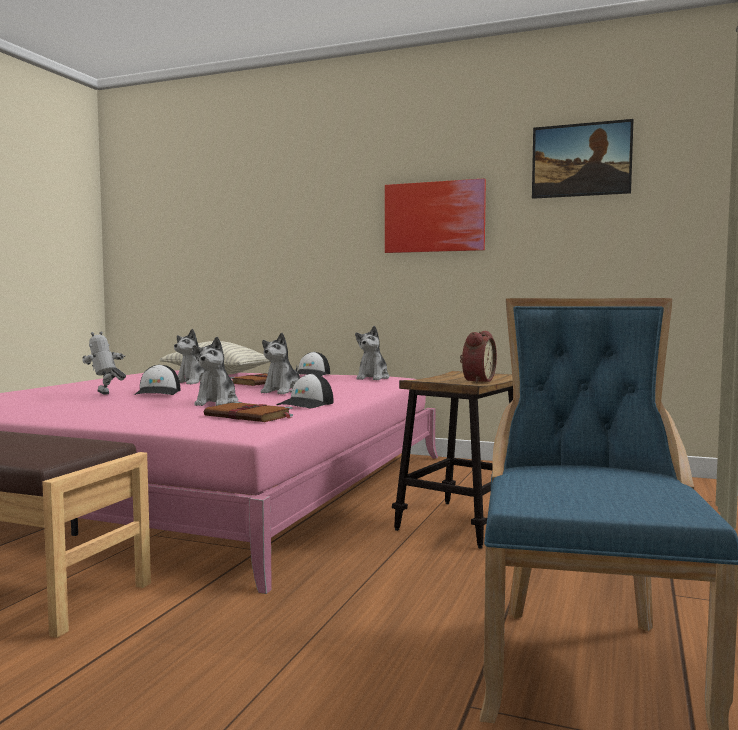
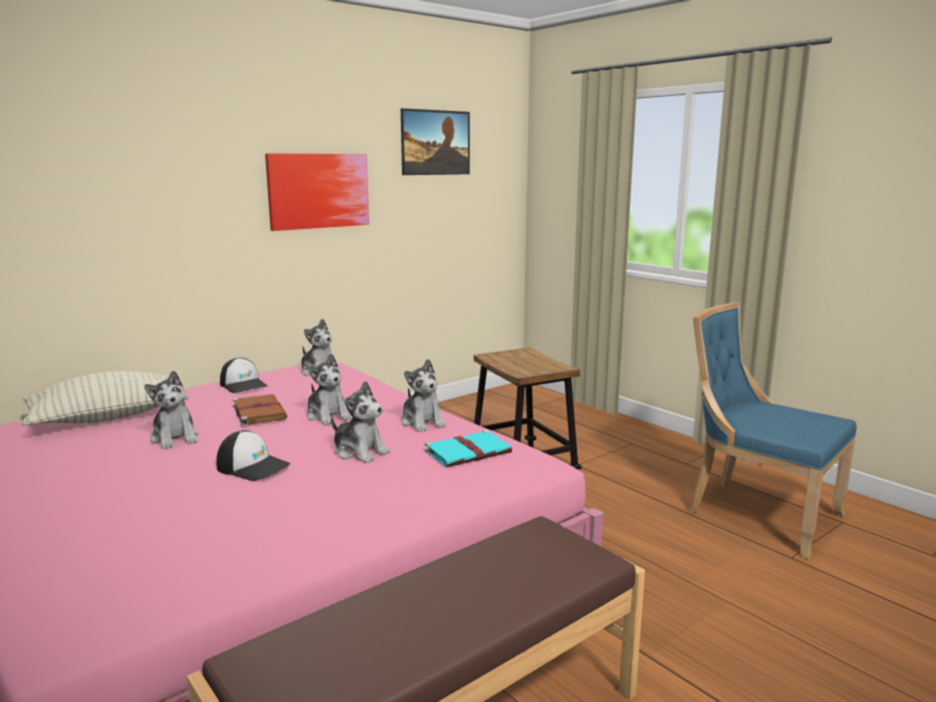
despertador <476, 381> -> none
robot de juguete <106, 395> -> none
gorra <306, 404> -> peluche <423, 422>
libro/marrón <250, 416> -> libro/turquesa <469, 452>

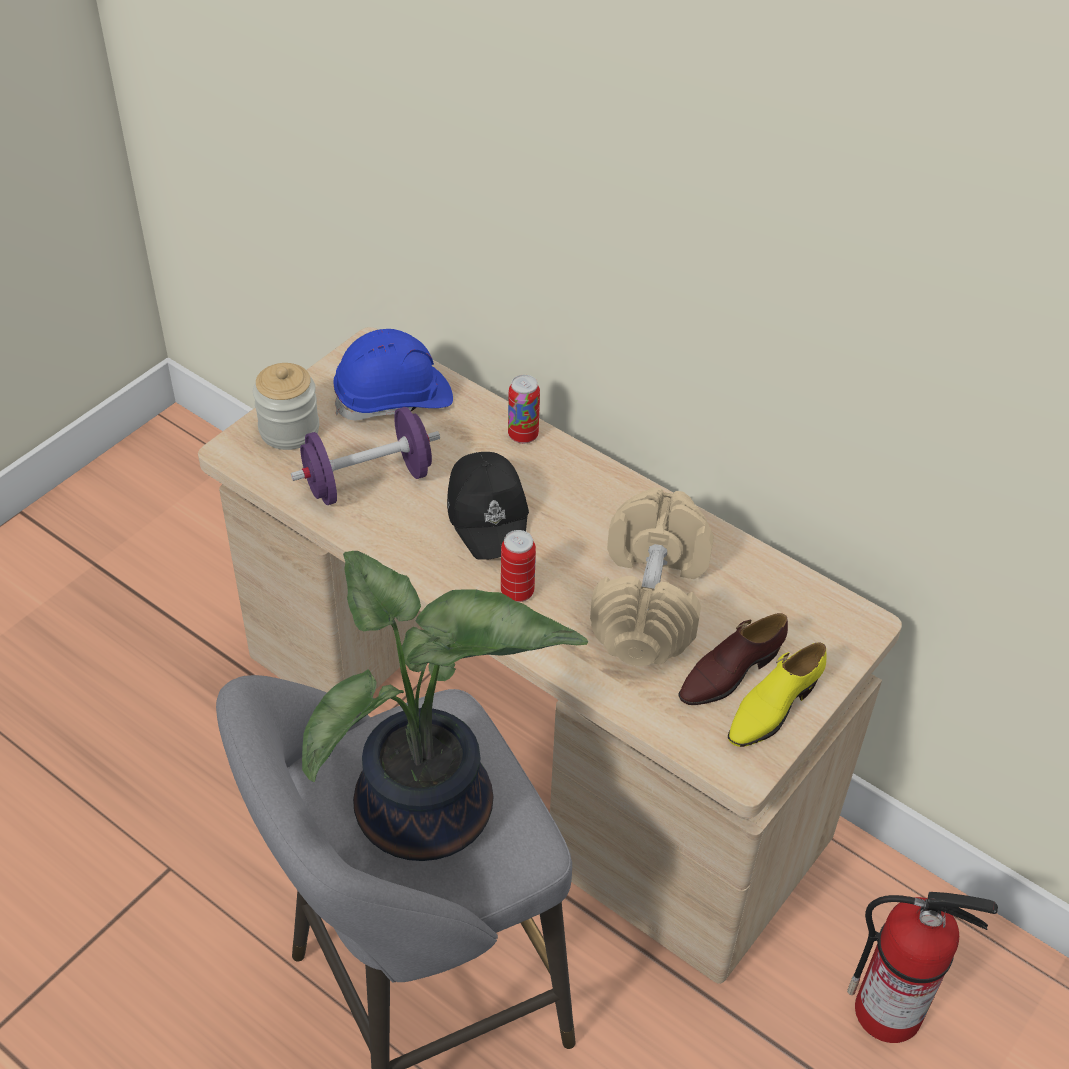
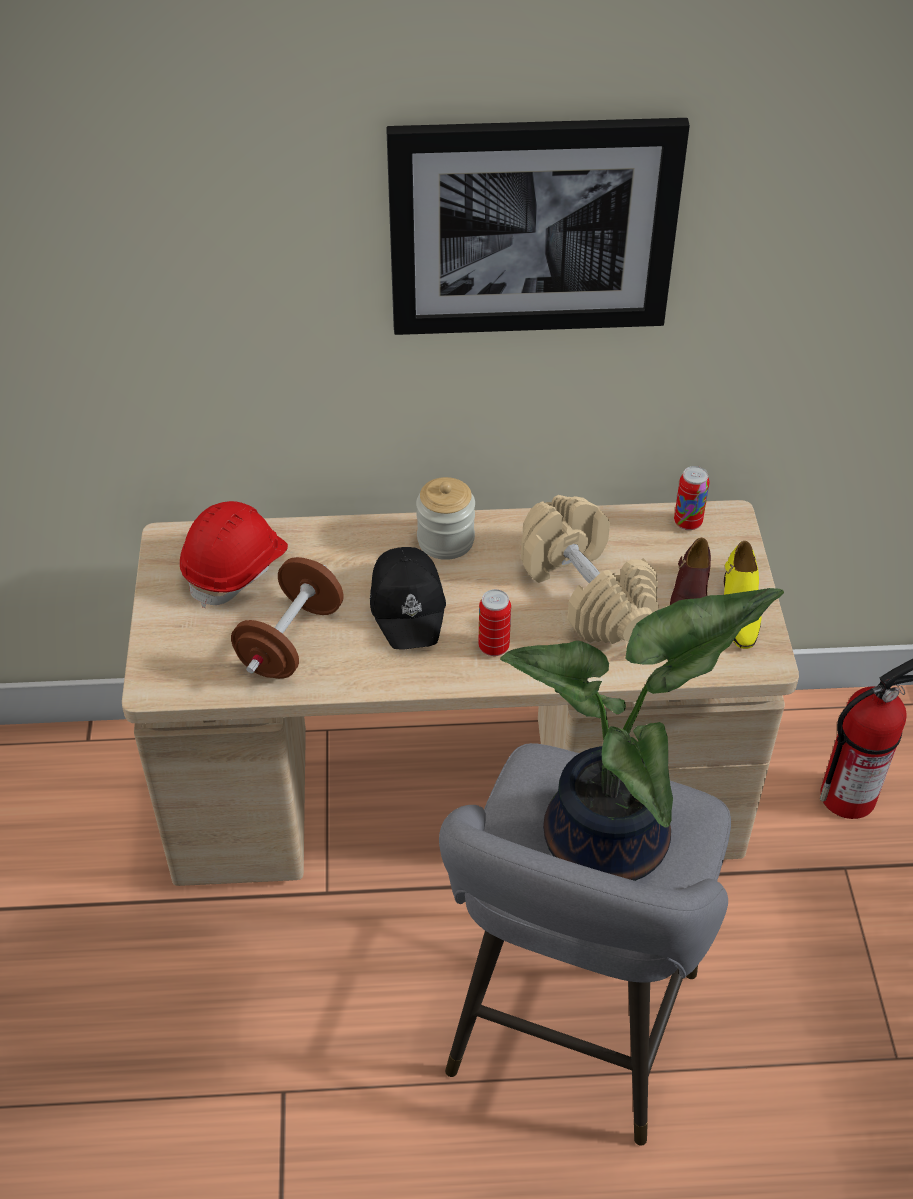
casco/azul <394, 400> -> casco/rojo <236, 568>
tarro <289, 430> -> tarro <445, 540>, move
lata <523, 435> -> lata <687, 522>, move
mancuerna/morado <368, 481> -> mancuerna/marrón <291, 641>
gorra/negro <489, 514> -> gorra/negro <409, 606>, 45 degrees clockwise
none -> cuadro <532, 227>

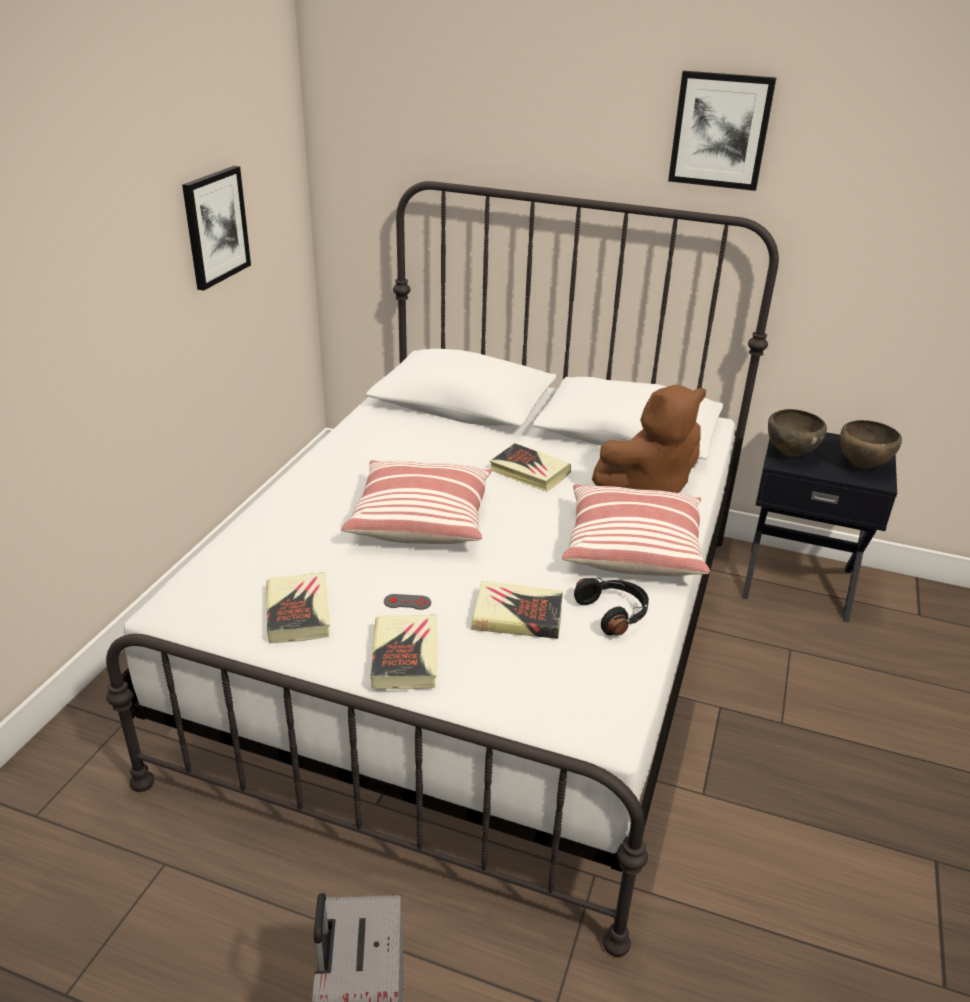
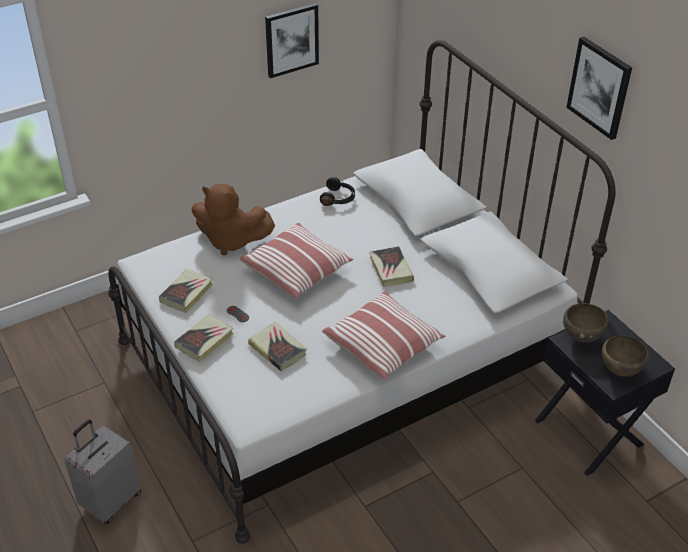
peluche/marrón <648, 487> -> peluche/marrón <231, 240>, move
auriculares/negro <614, 613> -> auriculares/negro <338, 198>, move

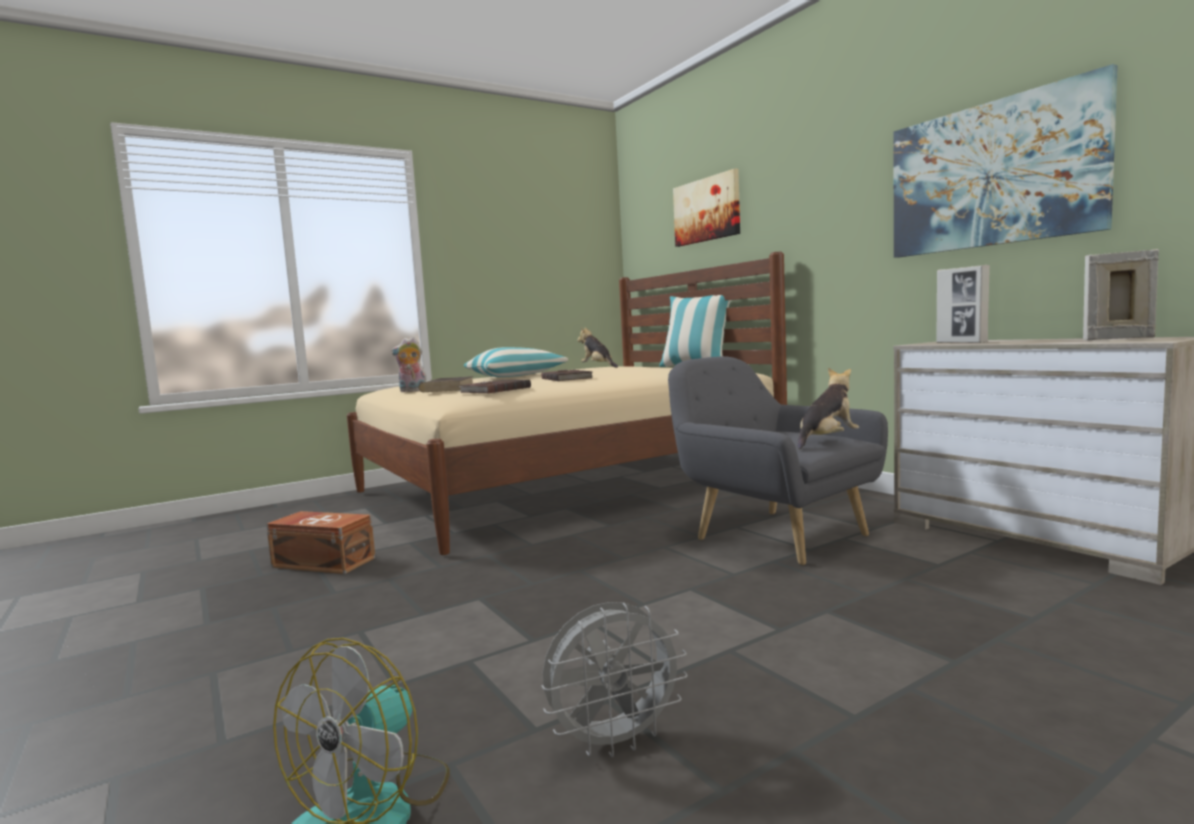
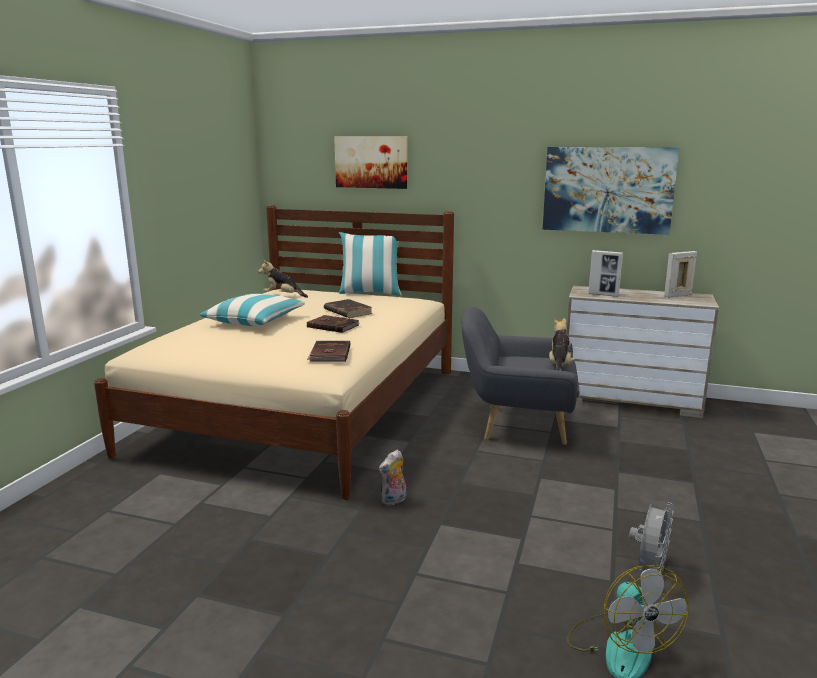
peluche <412, 391> -> peluche <394, 501>, move
libro/marrón <447, 388> -> libro/marrón <347, 311>, move
caja de almacenaje/marrón <323, 562> -> none

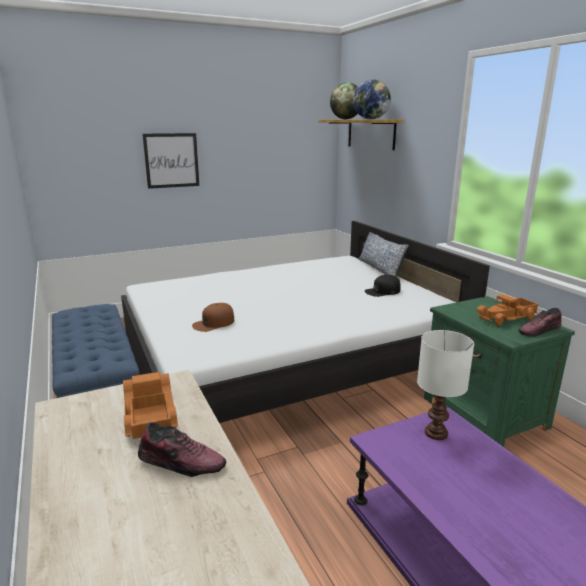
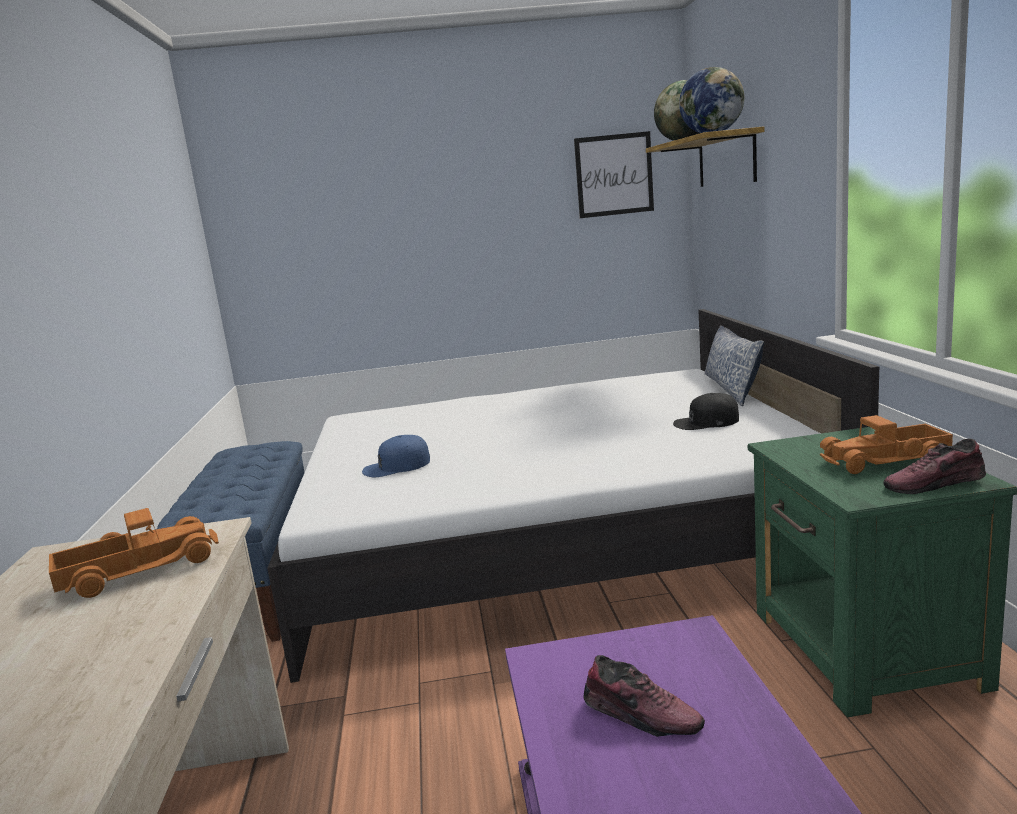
cuadro <171, 160> -> cuadro <614, 175>, move
gorra/marrón <214, 323> -> gorra/azul <396, 466>
lámpara de mesa/blanco <435, 432> -> none
camión de juguete <148, 414> -> camión de juguete <139, 569>, 60 degrees clockwise
zapato <181, 463> -> zapato <641, 715>, move

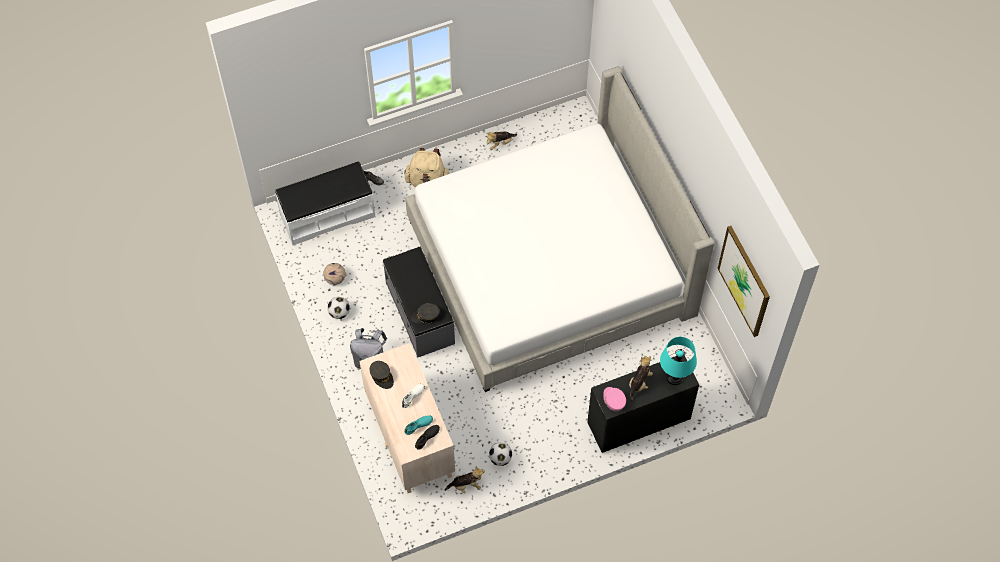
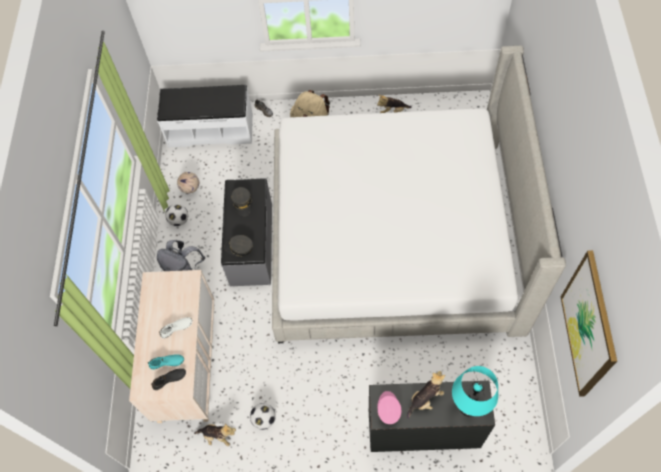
gorra/gris <382, 376> -> gorra/gris <242, 203>, move

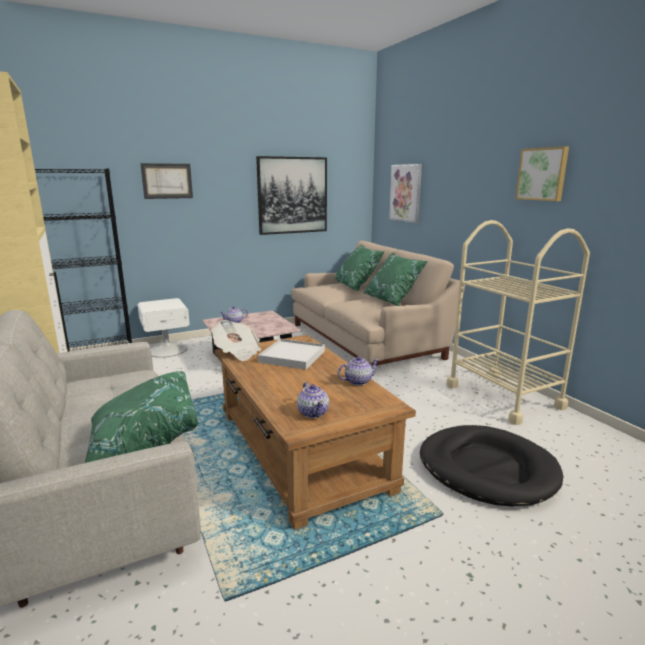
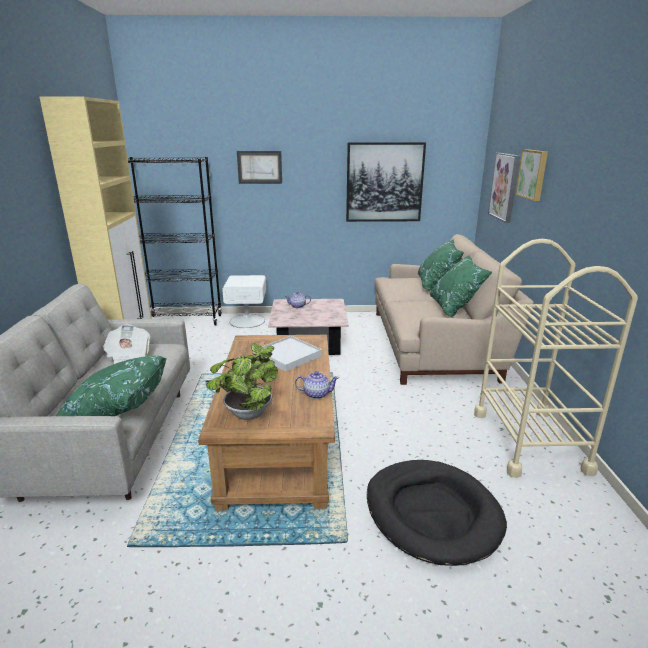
cuadro <542, 174> -> cuadro <533, 174>, move
periódico <237, 352> -> periódico <128, 357>, move
tetera <313, 412> -> planta en maceta <246, 415>

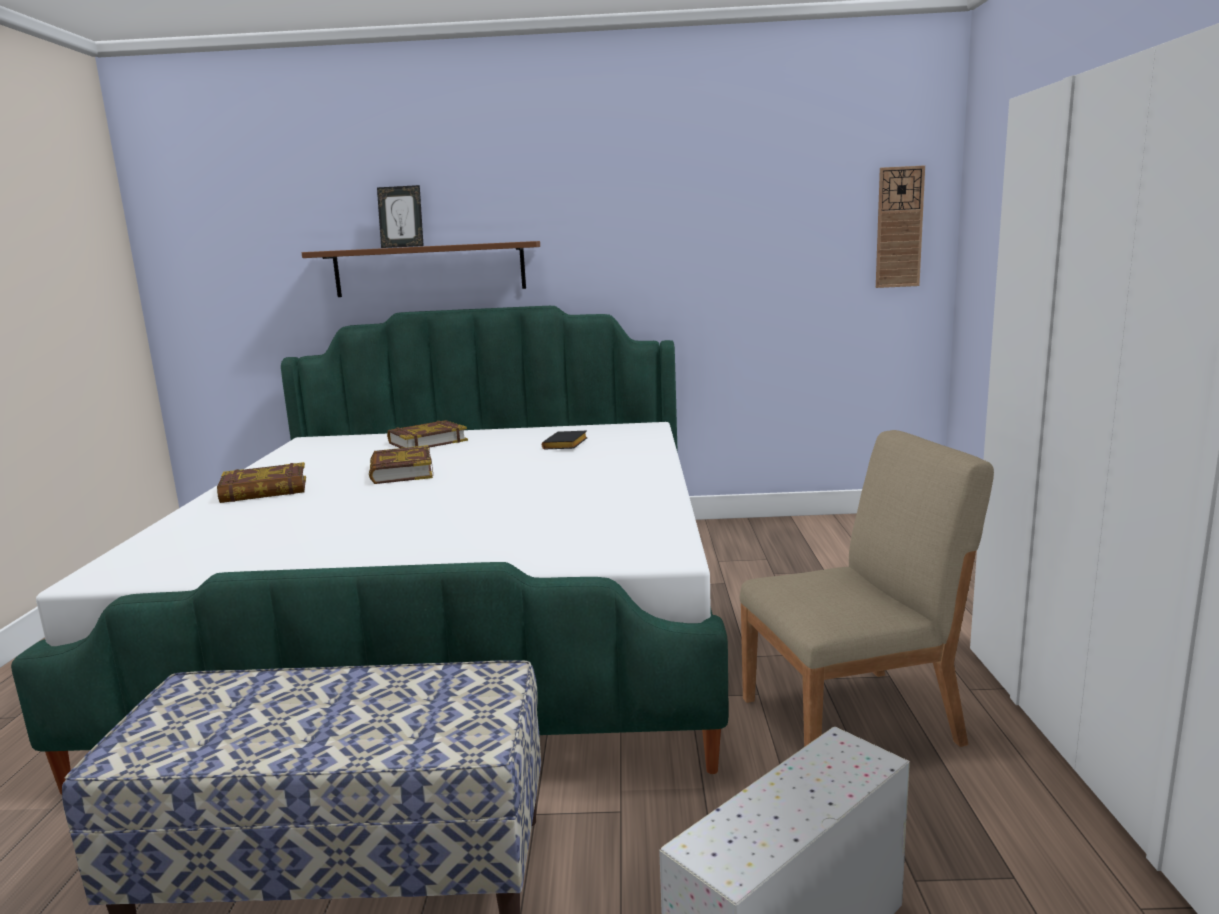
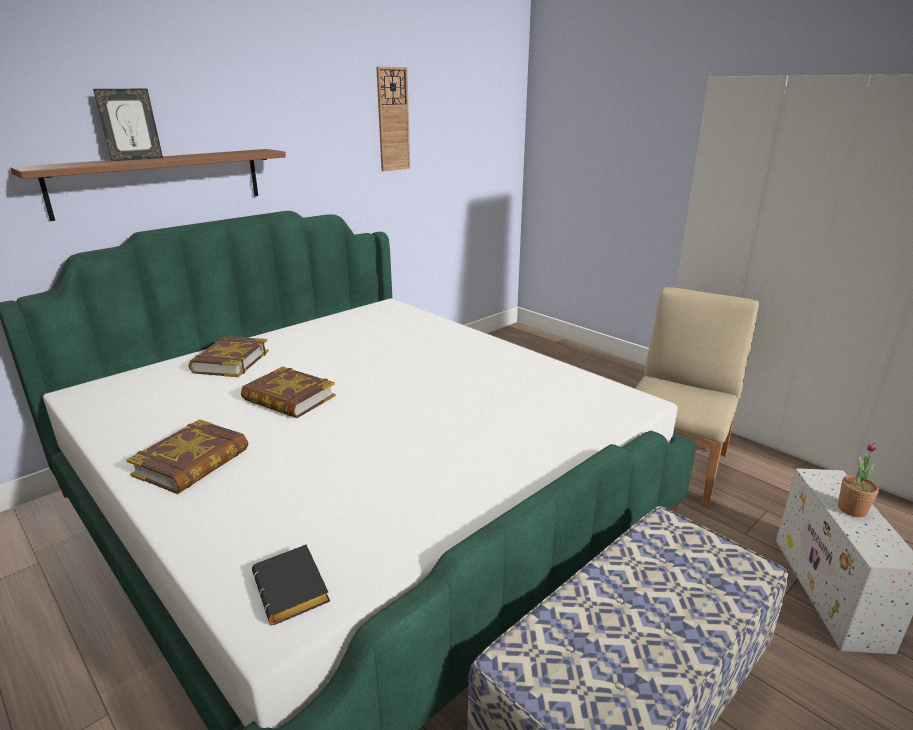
reloj de pared <899, 227> -> reloj de pared <393, 120>, move
libro/negro <566, 445> -> libro/negro <294, 590>, move
none -> planta en maceta <852, 509>

